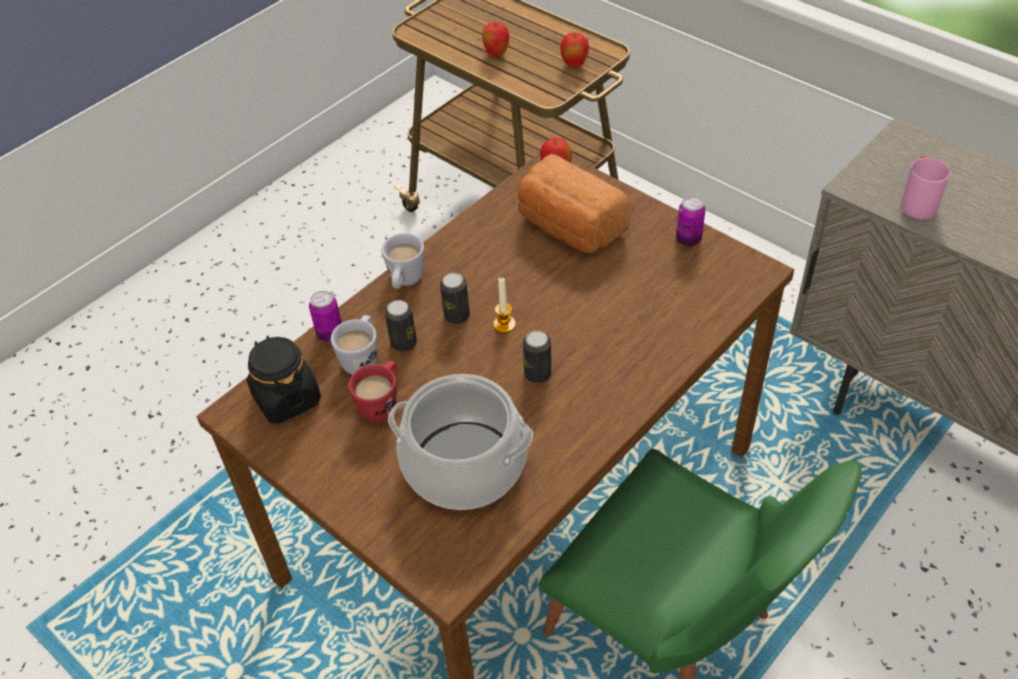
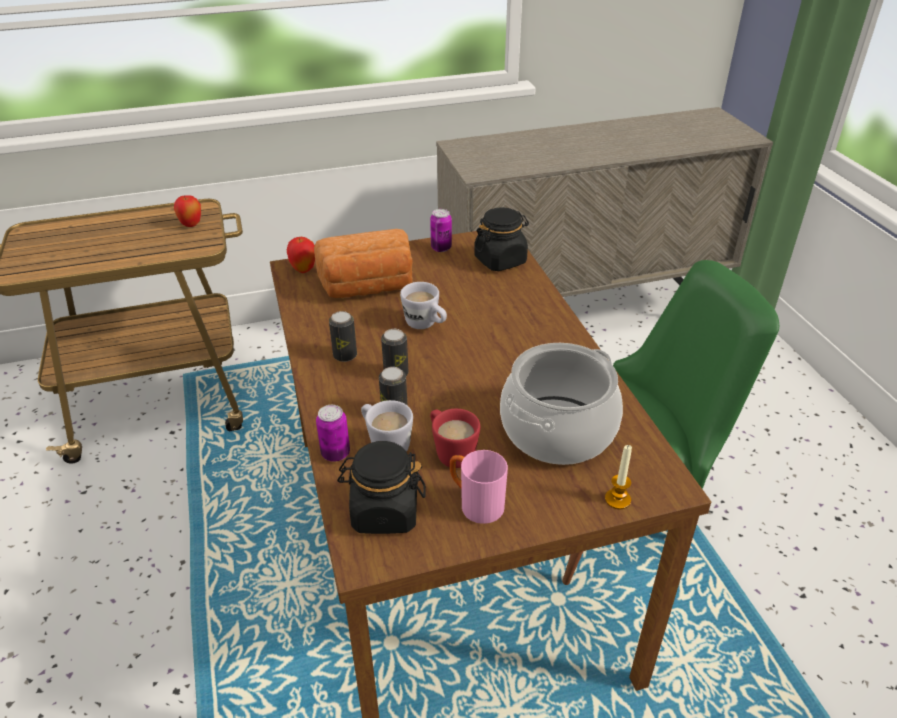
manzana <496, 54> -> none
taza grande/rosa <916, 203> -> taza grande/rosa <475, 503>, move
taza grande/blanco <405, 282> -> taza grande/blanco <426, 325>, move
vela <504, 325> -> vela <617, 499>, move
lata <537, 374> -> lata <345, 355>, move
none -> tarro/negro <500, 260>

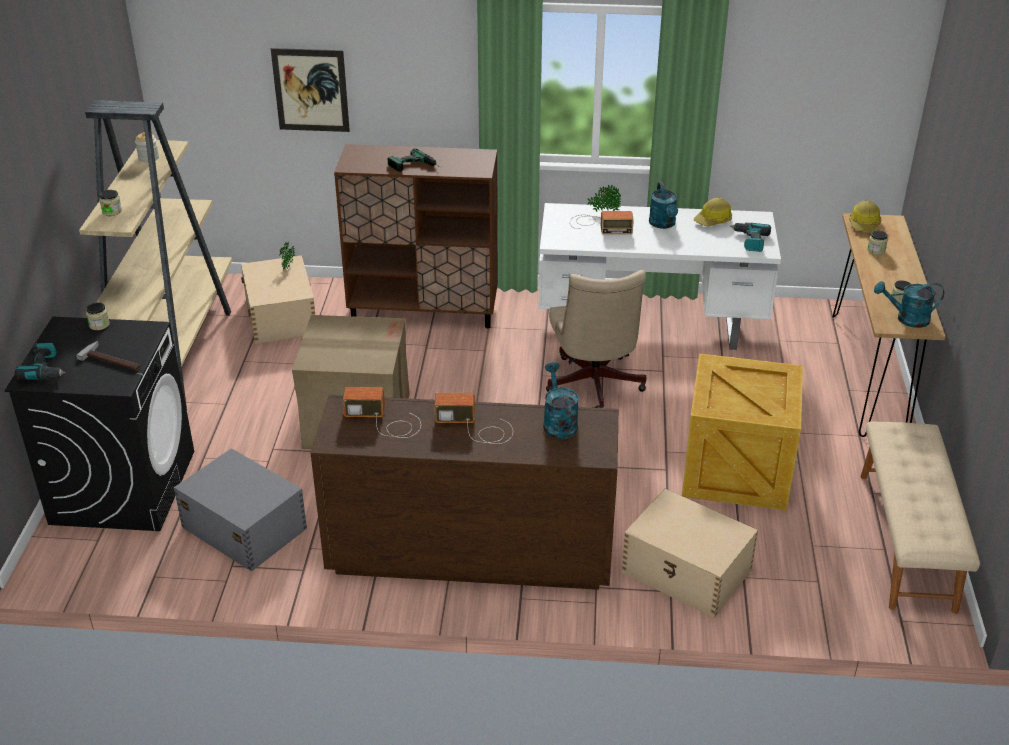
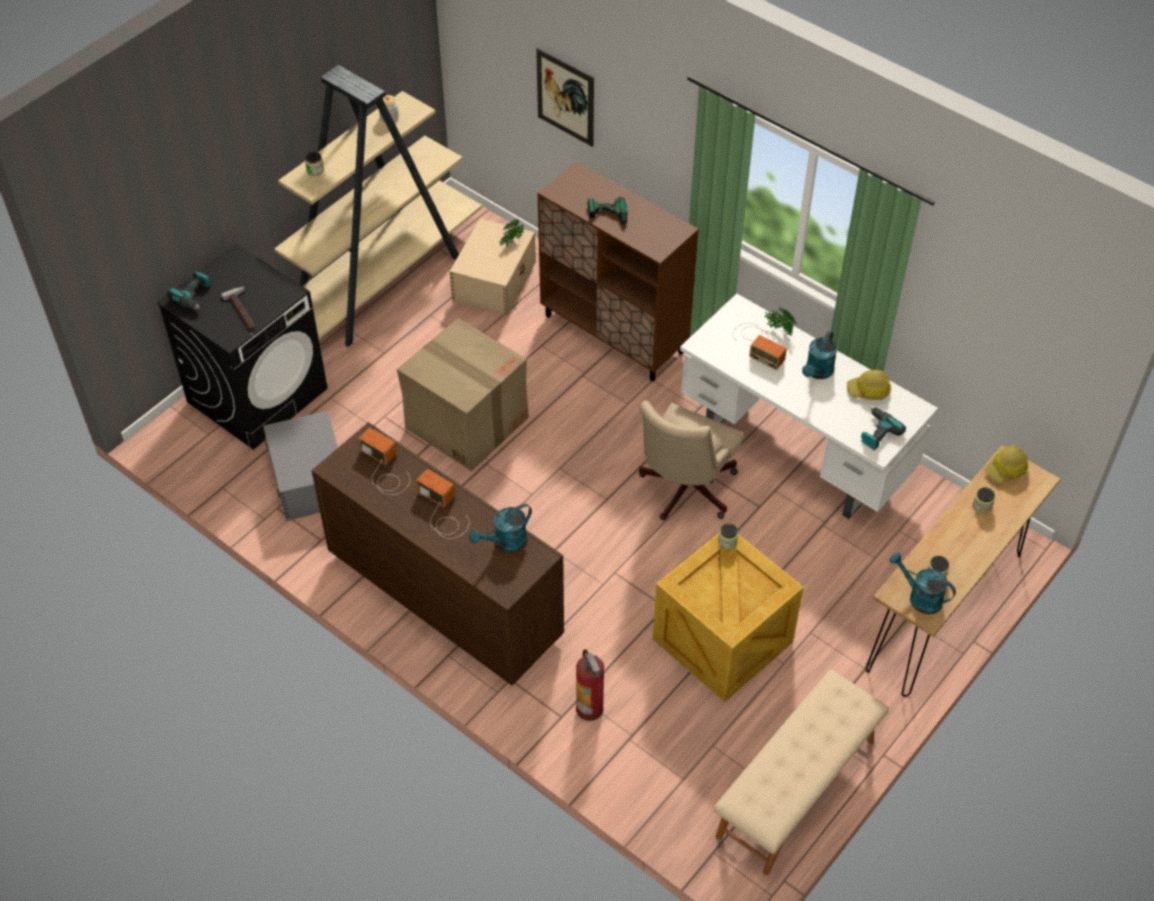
tarro <99, 325> -> tarro <727, 542>, move
regadera/turquesa <558, 422> -> regadera/turquesa <505, 542>, 150 degrees counterclockwise
caja de almacenaje/beis <687, 572> -> extintor <590, 708>

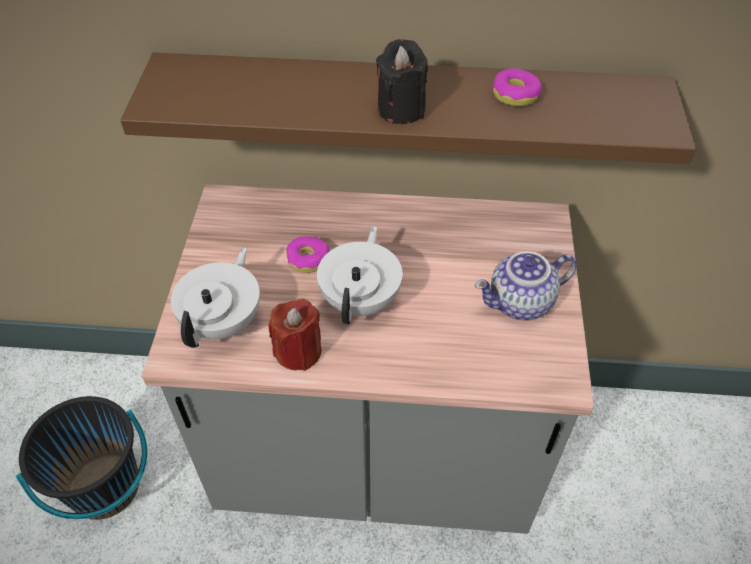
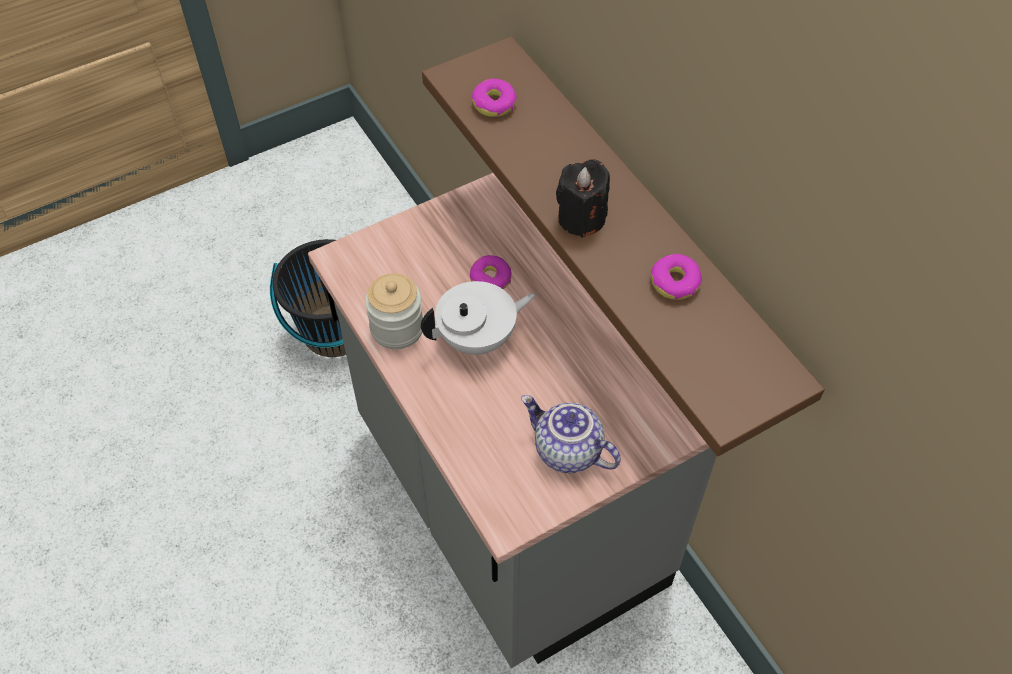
tetera/blanco <224, 322> -> none
vela/rojo <298, 351> -> tarro <397, 328>
none -> rosquilla <494, 104>

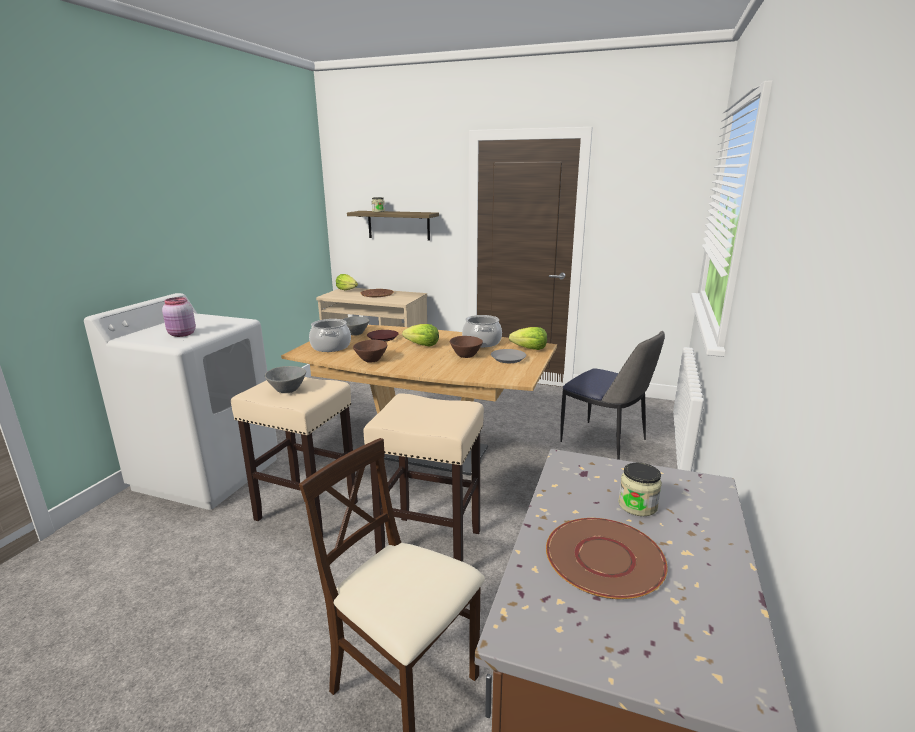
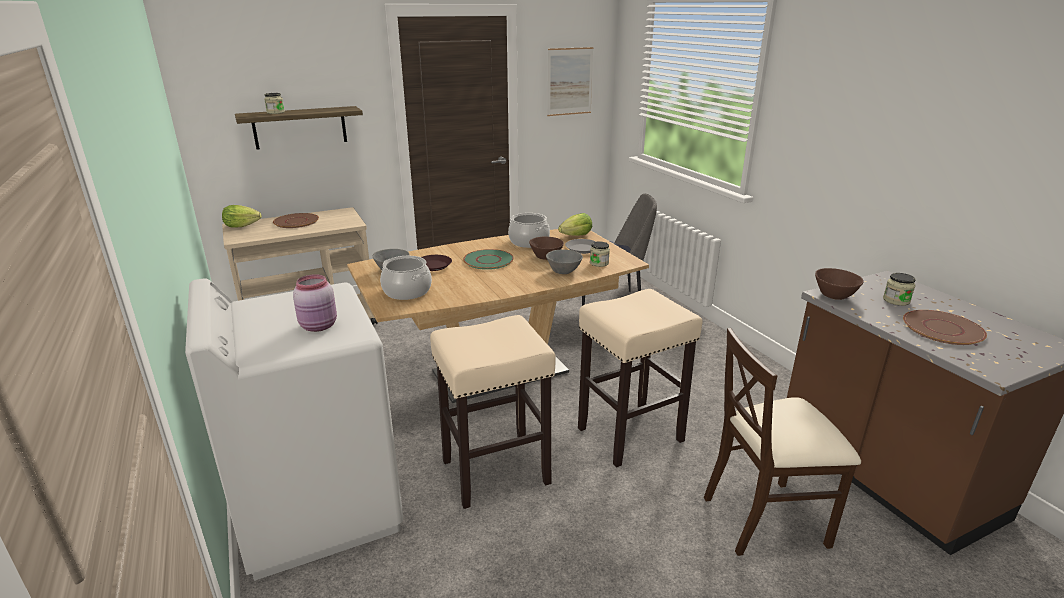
lechuga <422, 345> -> plato/verde <489, 260>
cuenco/marrón <370, 360> -> cuenco/marrón <834, 296>, move
cuenco/gris <286, 390> -> cuenco/gris <564, 272>, move
none -> cuadro <569, 81>
none -> tarro <599, 263>

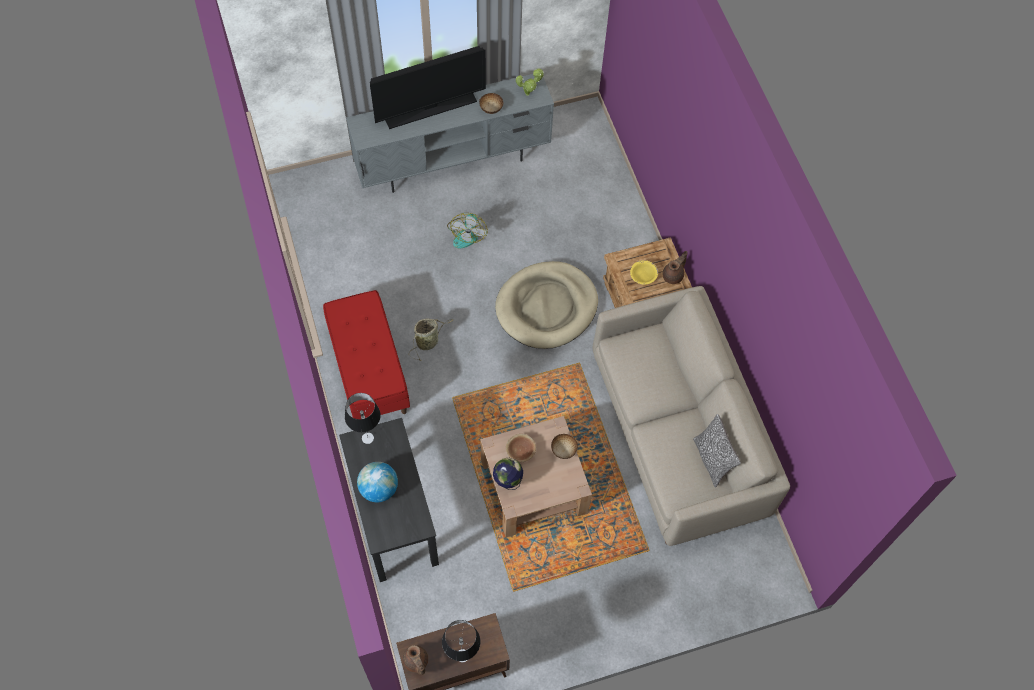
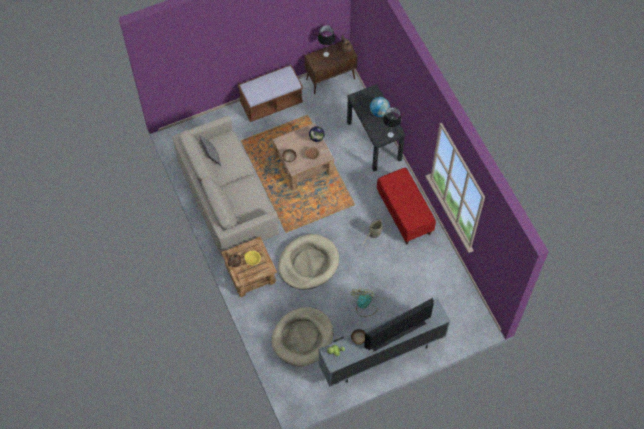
none -> banco/marrón <271, 103>
none -> cama para perro/beis <302, 338>

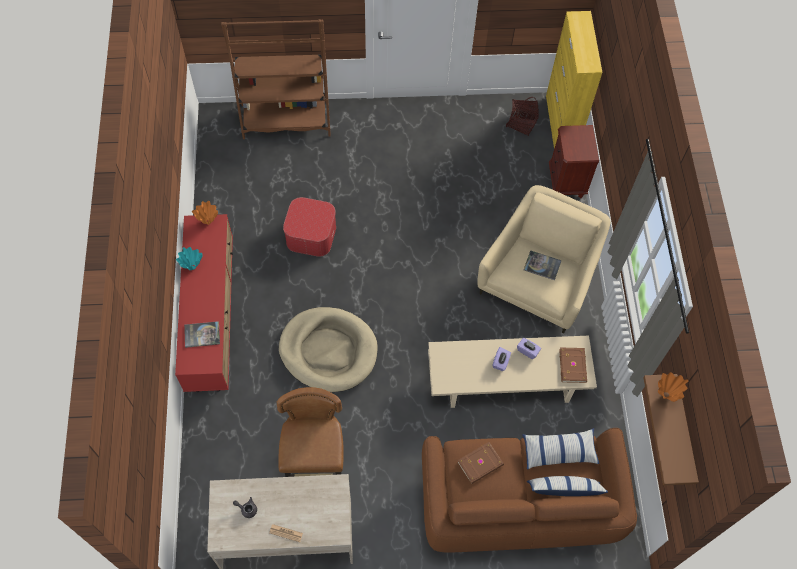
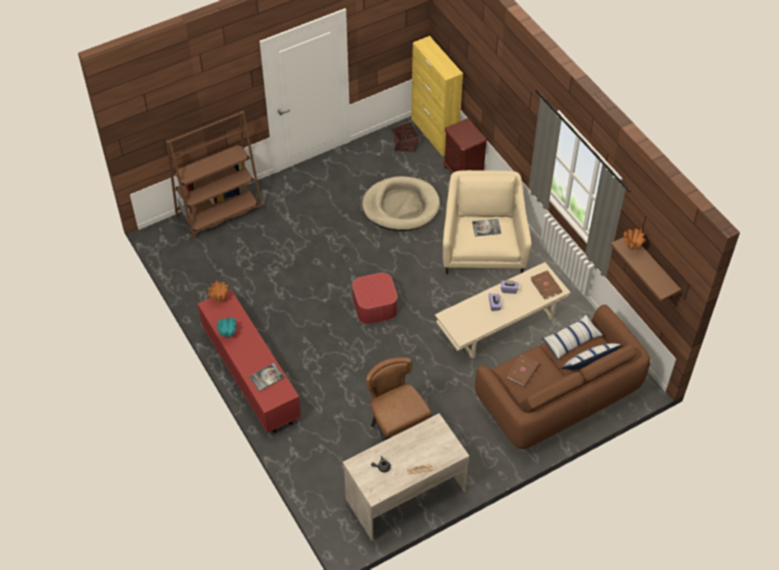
puf <311, 234> -> puf <374, 306>, move
cama para perro/beis <328, 351> -> cama para perro/beis <401, 206>, move

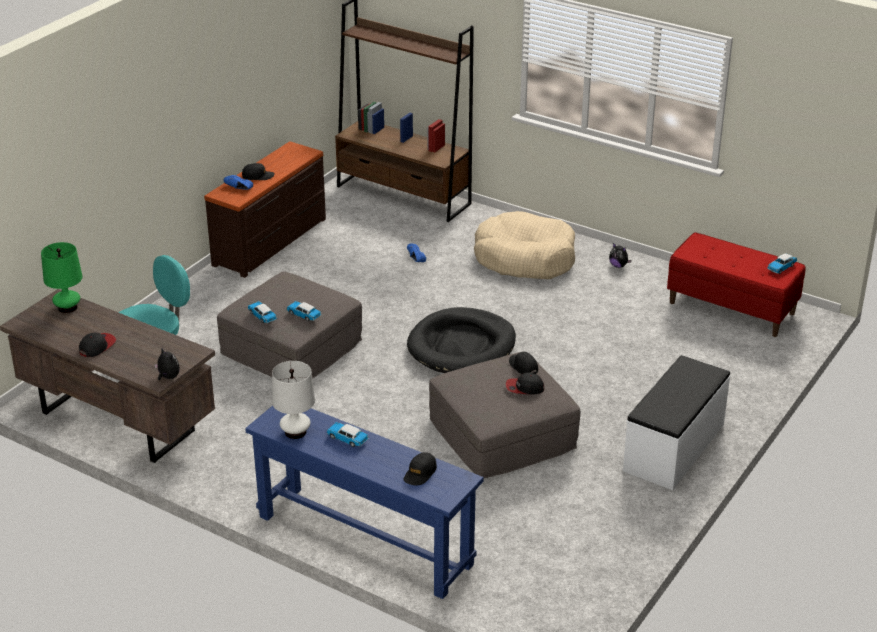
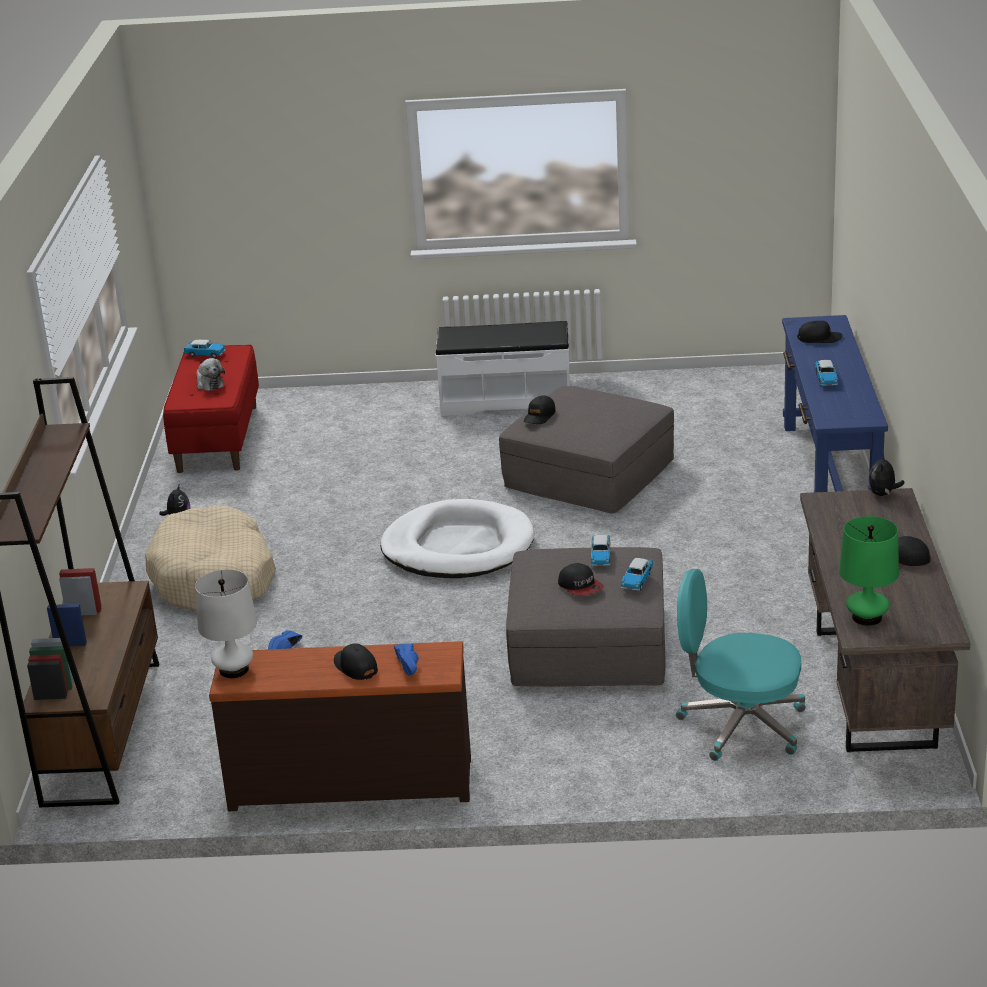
cama para perro/negro <462, 346> -> cama para perro/blanco <458, 547>
lámpara de mesa/blanco <295, 432> -> lámpara de mesa/blanco <234, 670>, move
gorra <524, 388> -> gorra <580, 586>, move
none -> peluche <209, 384>

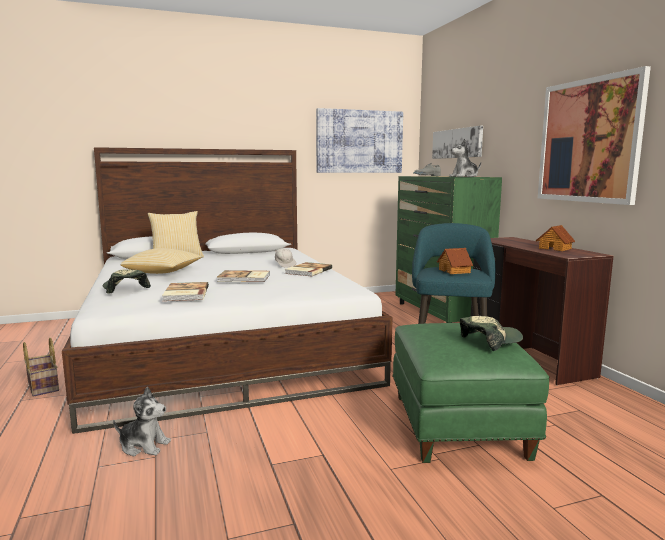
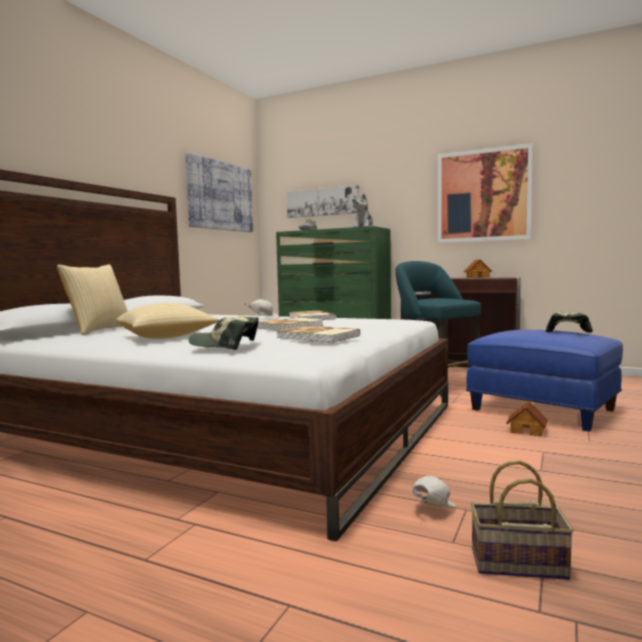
casita <454, 271> -> casita <527, 430>, move
puf/verde <456, 424> -> puf/azul <540, 410>
cesta <42, 386> -> cesta <516, 564>, move
peluche <144, 446> -> gorra/blanco <432, 509>

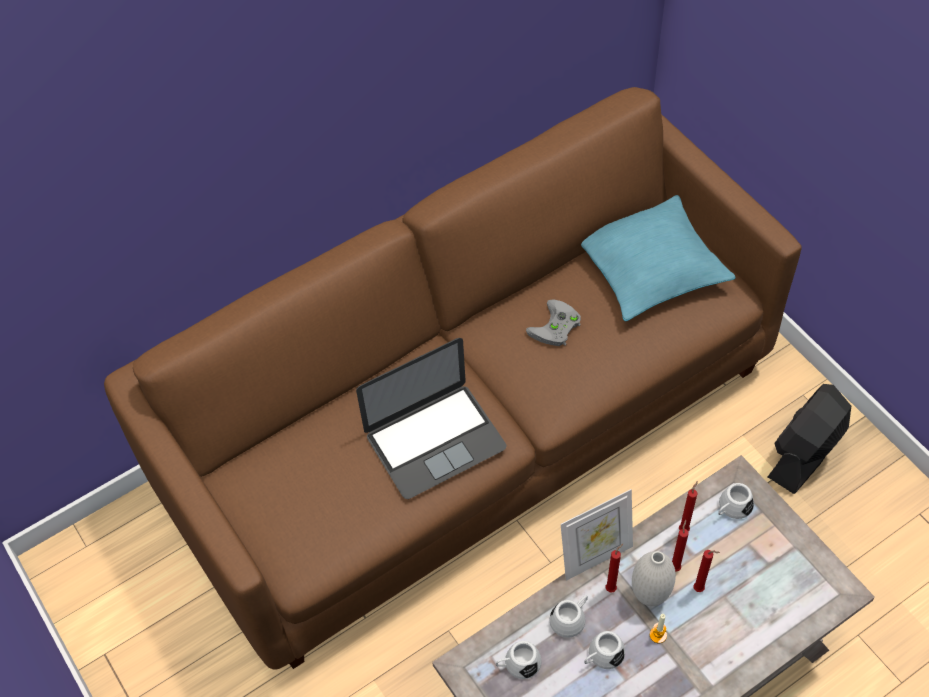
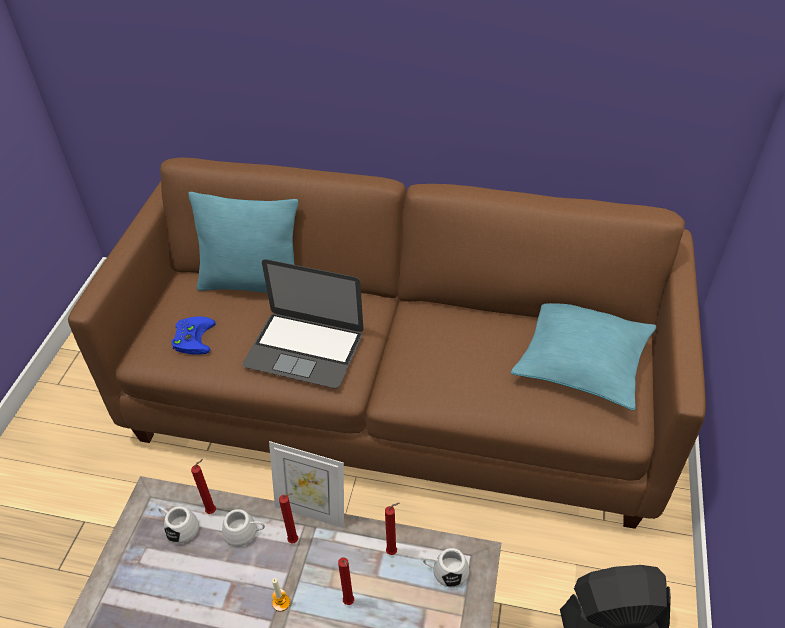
mando de consola/gris <555, 328> -> none
vela/rojo <675, 566> -> vela/rojo <213, 510>, move
florero/blanco <649, 596> -> none
taza grande/blanco <602, 656> -> none
none -> cojín/turquesa <253, 284>
none -> mando de consola/azul <192, 337>

